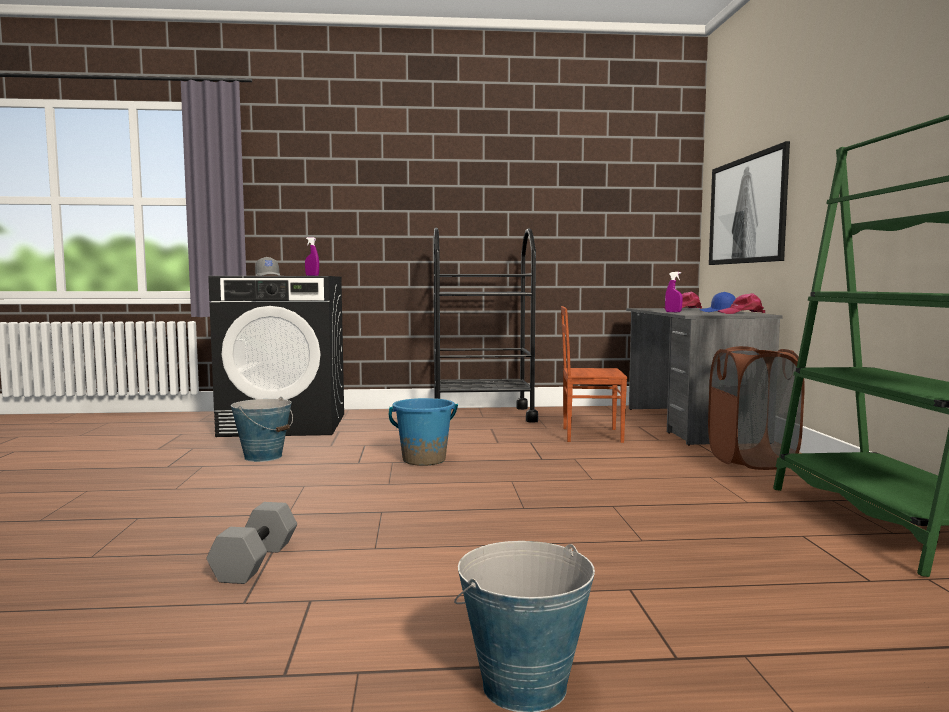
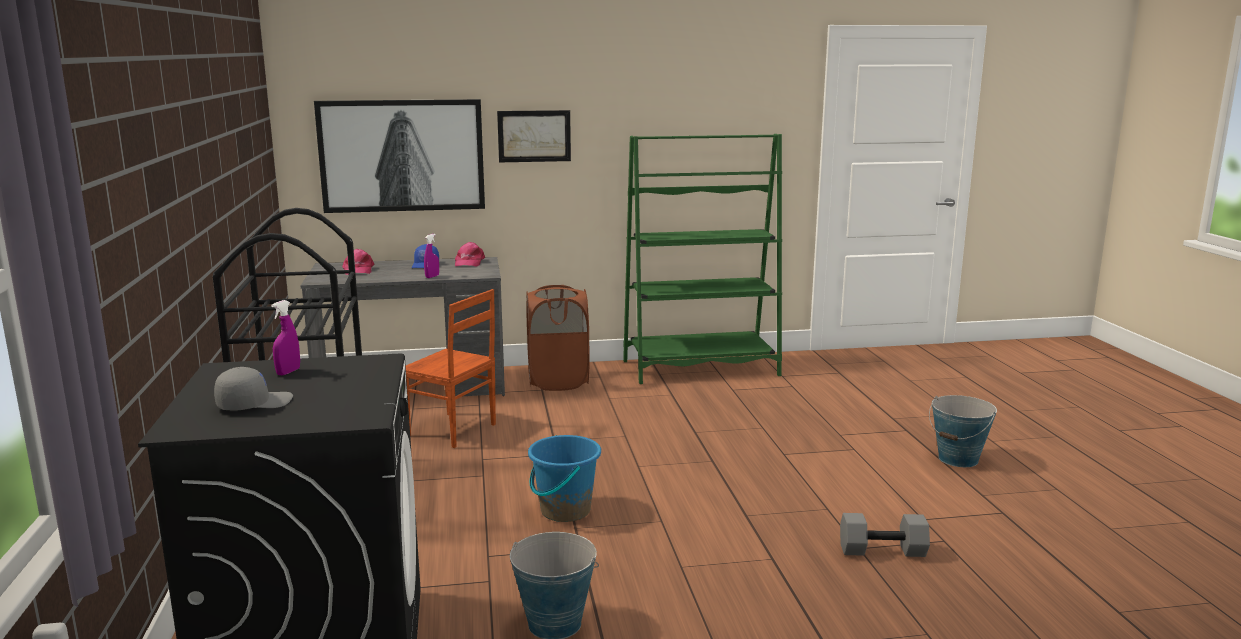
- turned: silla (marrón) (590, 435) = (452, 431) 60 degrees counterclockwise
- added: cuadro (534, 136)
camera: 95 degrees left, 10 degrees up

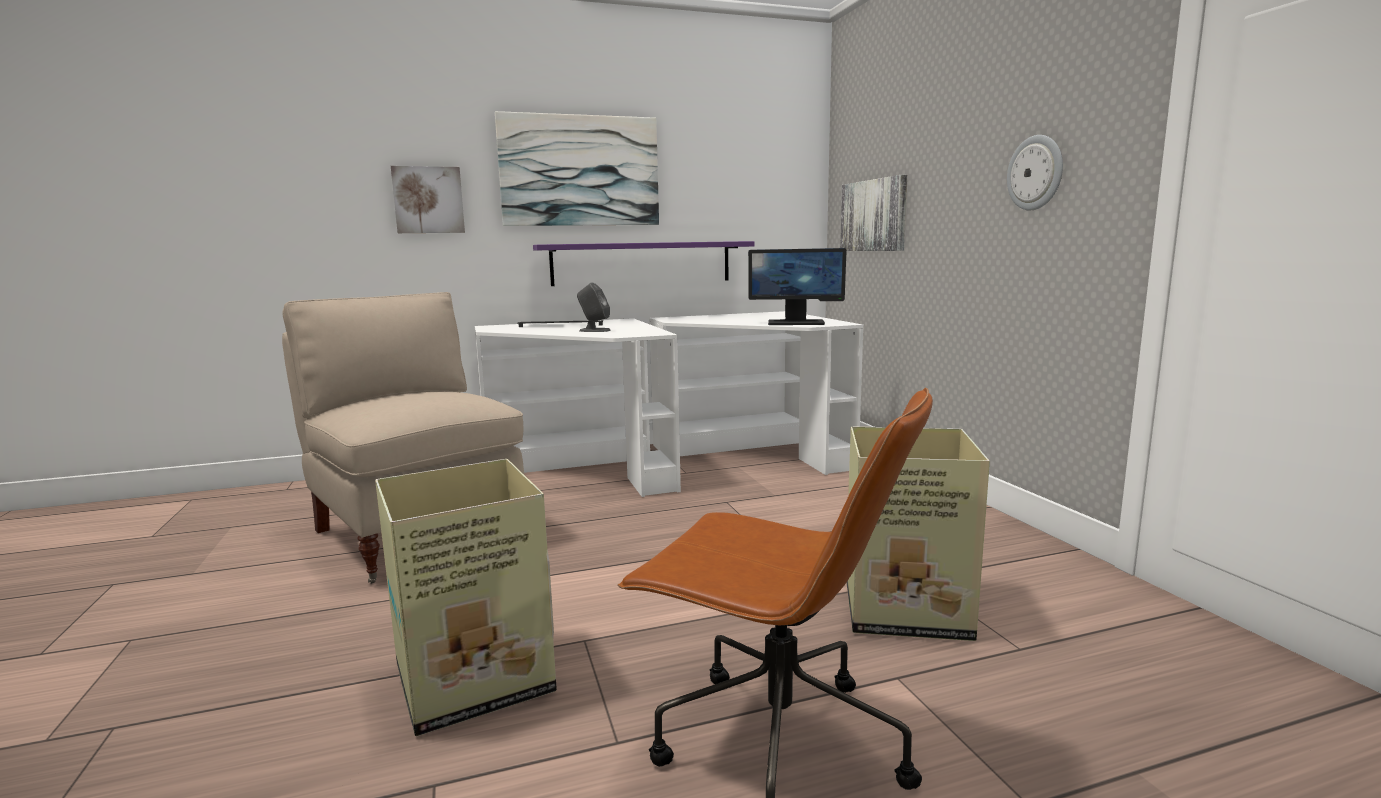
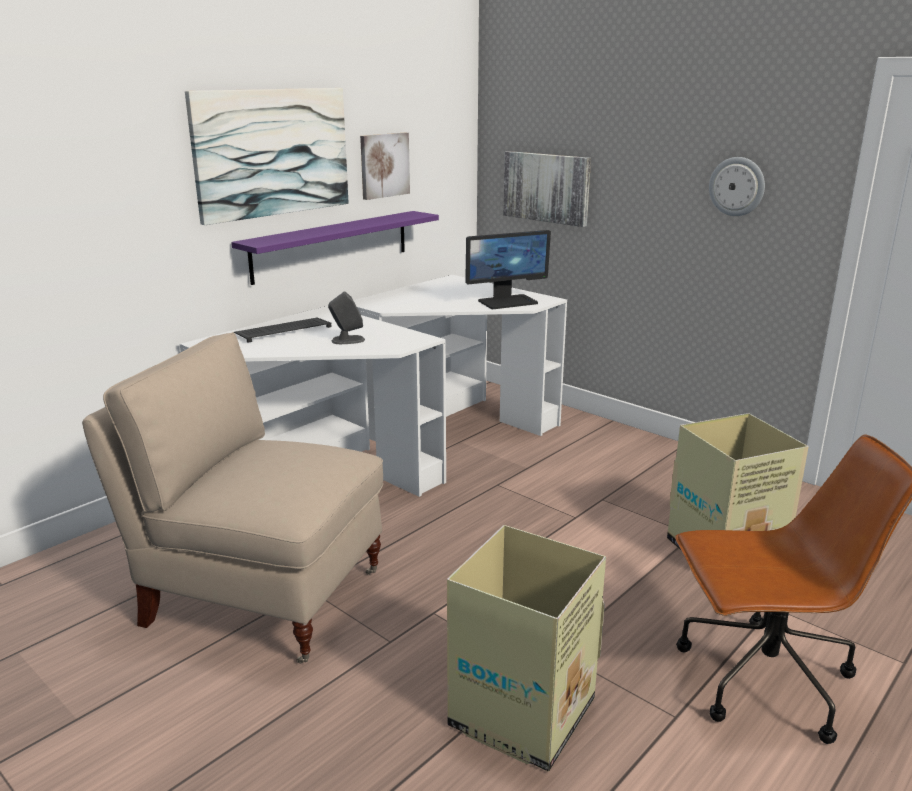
- moved: cuadro (428, 200) to (384, 165)
camera: 30 degrees left, 10 degrees up

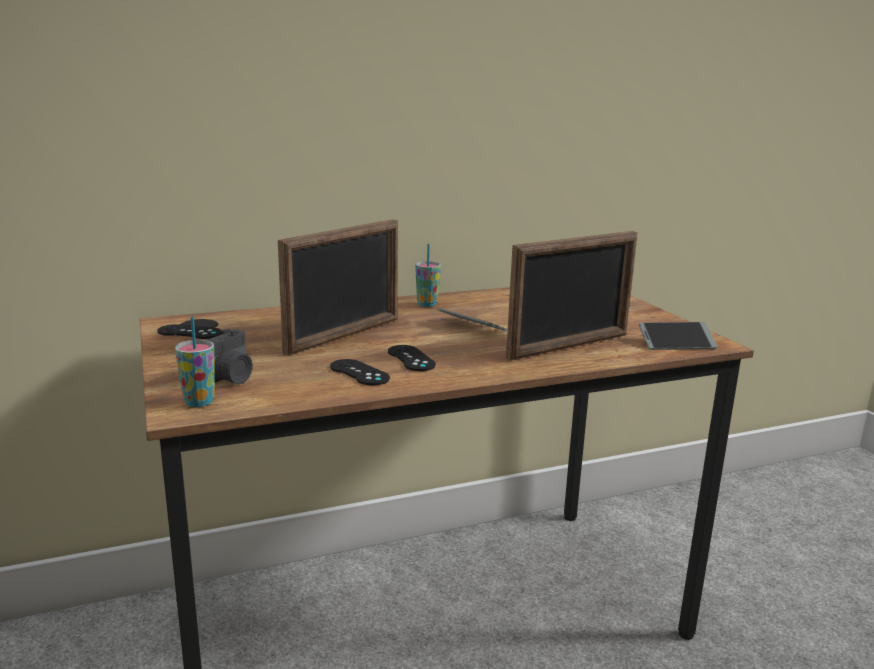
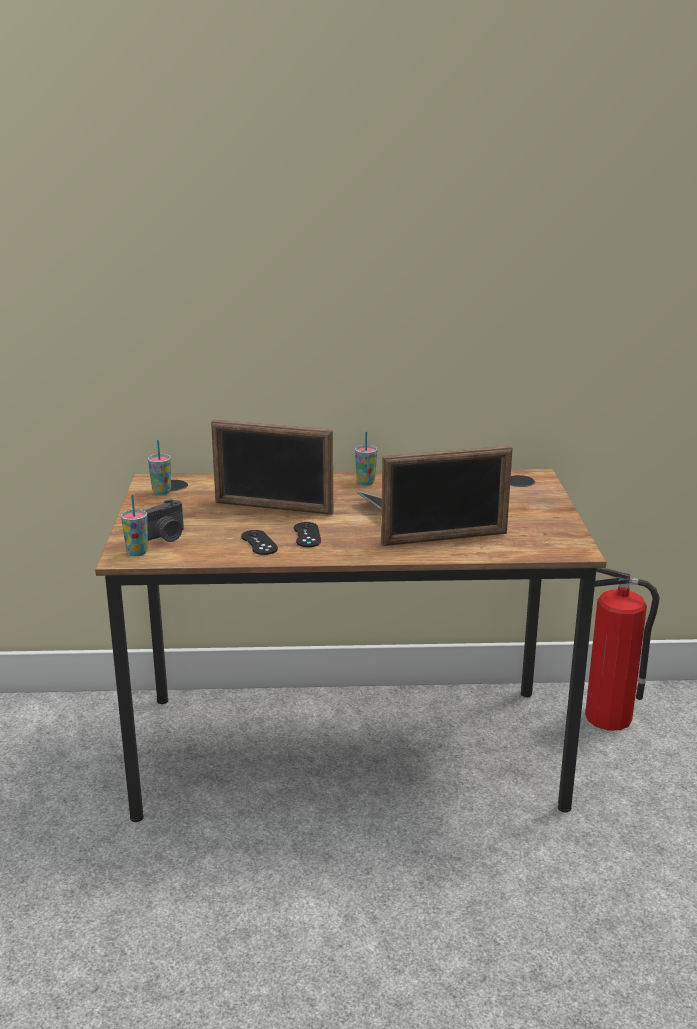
- replaced: mando de consola (negro) (190, 332) to taza (161, 492)
- turned: portarretratos (344, 336) = (273, 508) 45 degrees clockwise
- removed: móvil (676, 343)
- added: extintor (609, 717)
camera: 20 degrees right, 5 degrees up

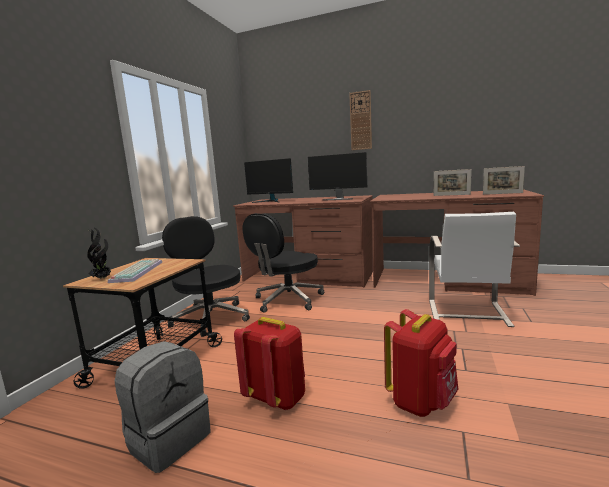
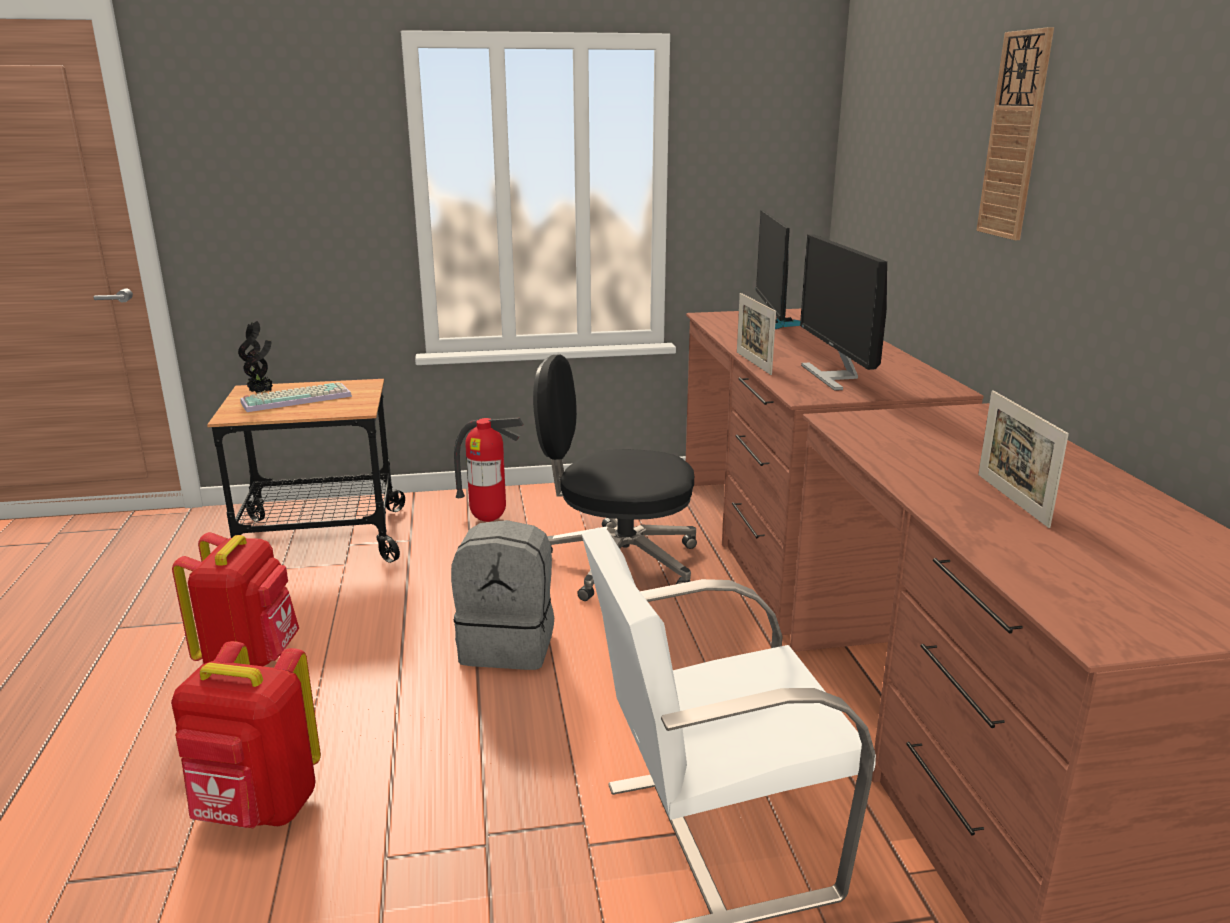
- moved: mochila (gris) (168, 439) to (509, 645)
- replaced: silla de oficina (negro) (210, 318) to extintor (489, 519)
- moved: portarretratos (502, 193) to (753, 363)
camera: 60 degrees right, 10 degrees up

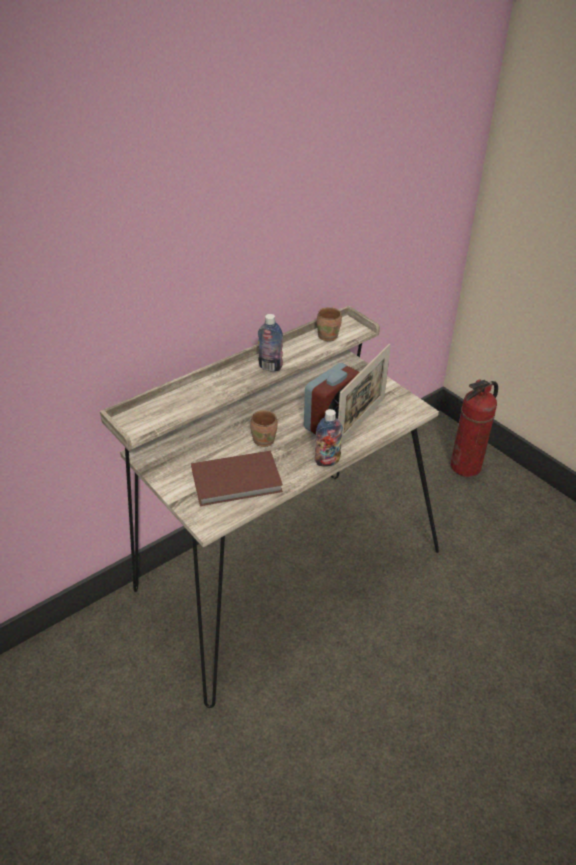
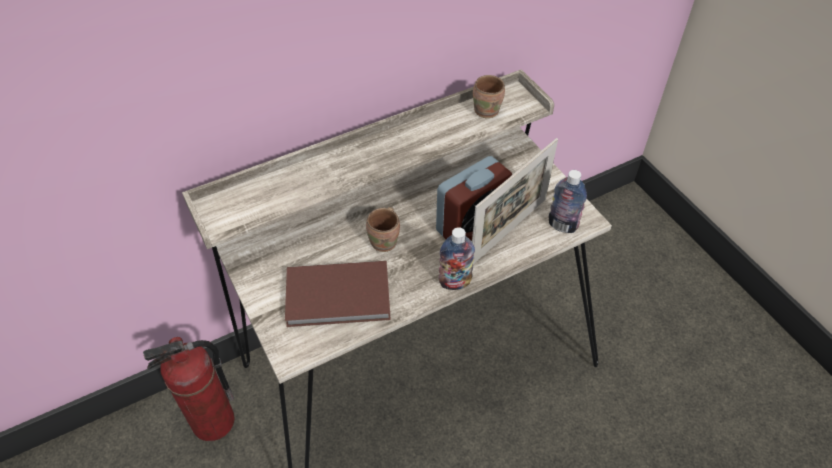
- moved: botella (270, 367) to (562, 225)
- moved: extintor (466, 467) to (213, 422)
camera: 10 degrees right, 10 degrees up

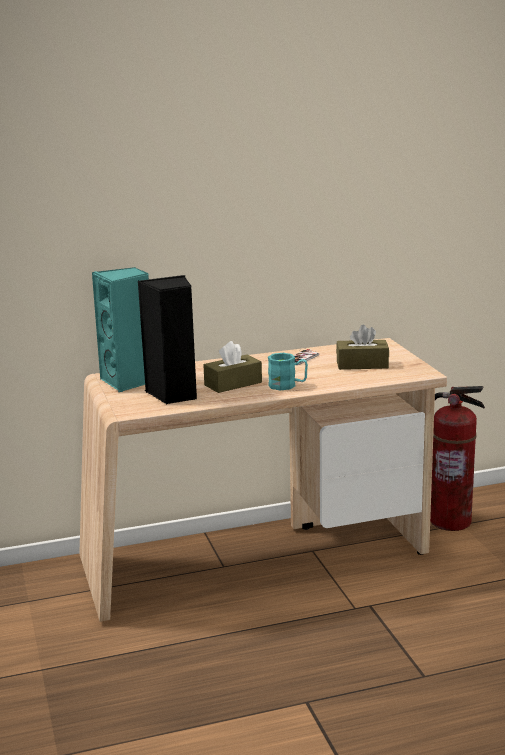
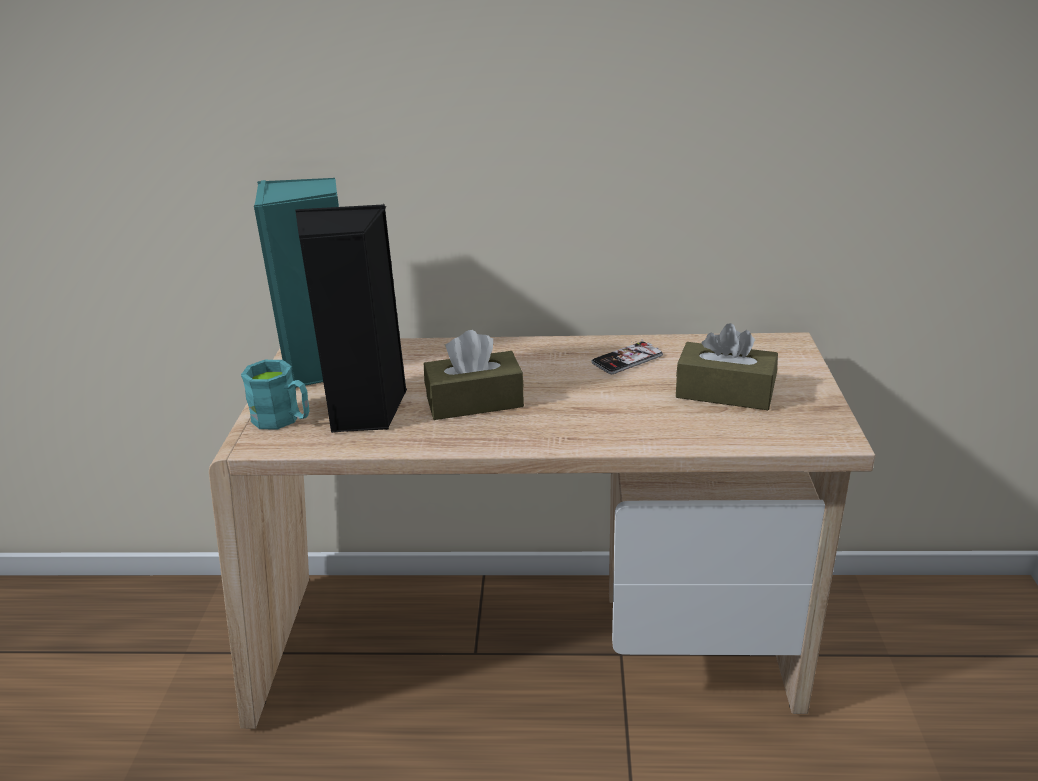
- moved: taza grande (turquesa) (288, 385) to (284, 419)
- removed: extintor (450, 521)
camera: 20 degrees right, 10 degrees up

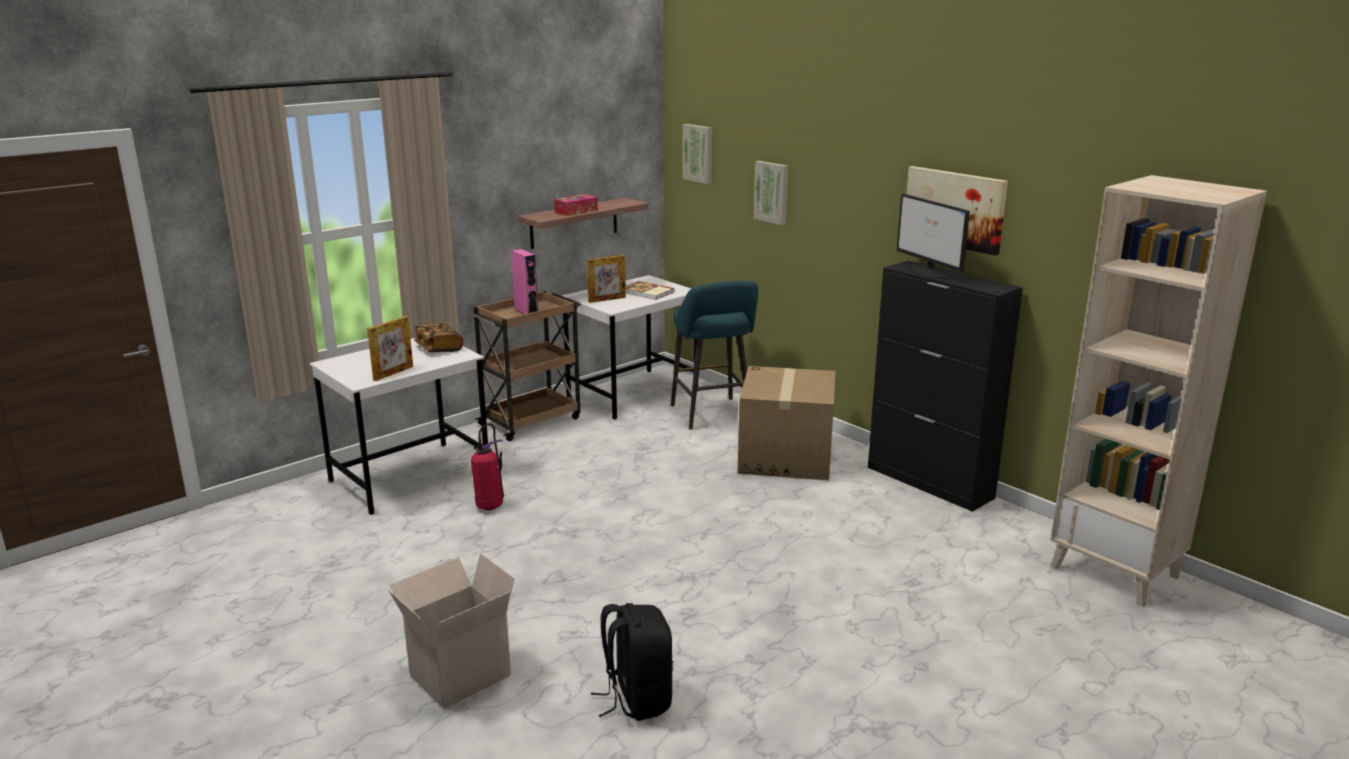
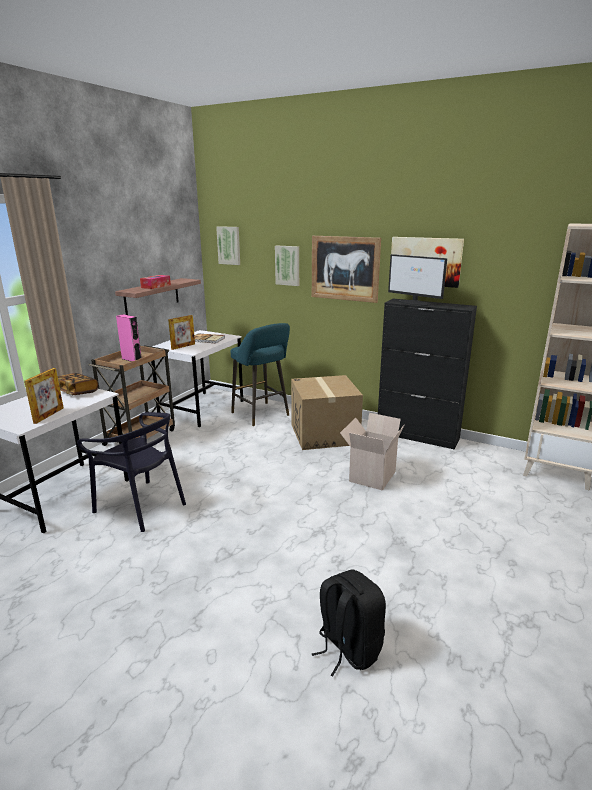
- moved: caja de cartón (460, 674) to (371, 475)
- replaced: extintor (490, 506) to silla (negro) (141, 506)
- added: cuadro (345, 268)
camera: 20 degrees left, 0 degrees up

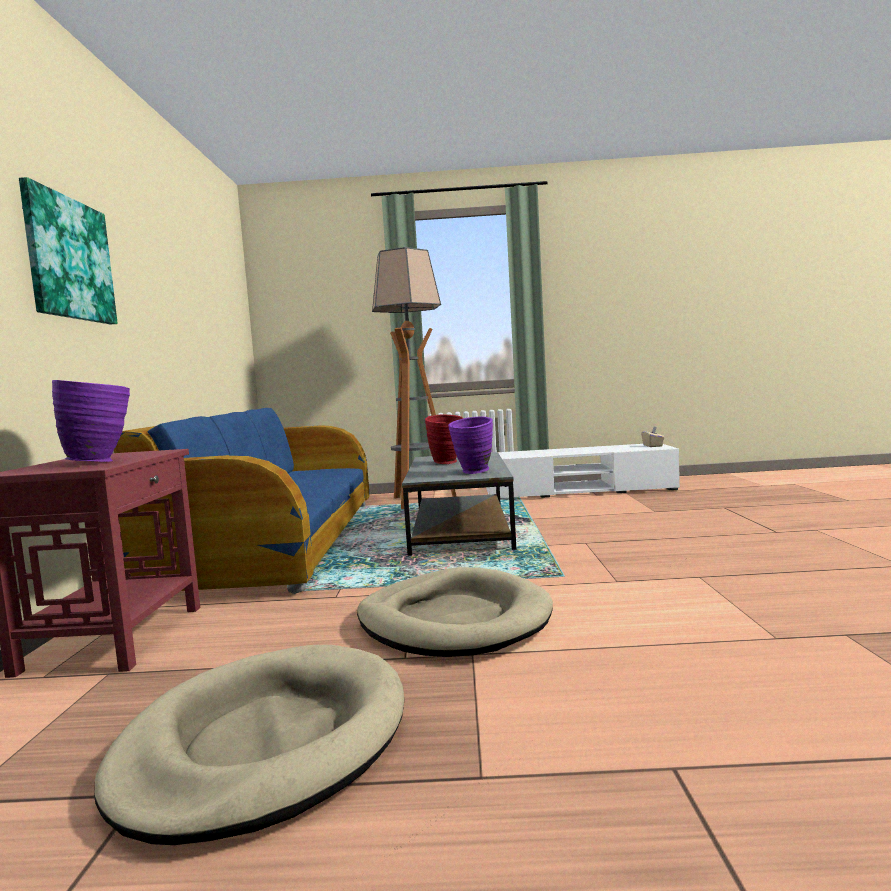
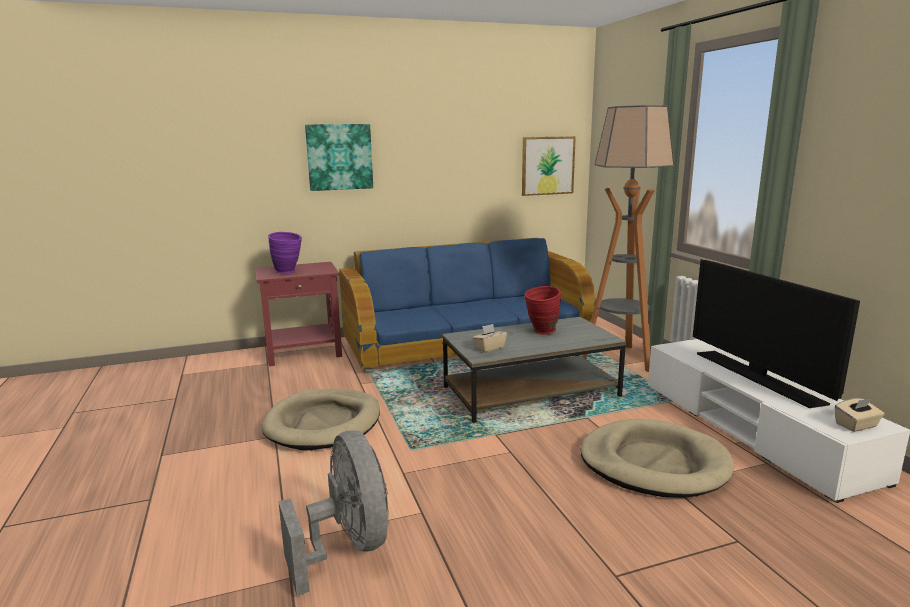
- moved: cama para perro (beis) (265, 743) to (653, 463)
- replaced: florero (morado) (473, 472) to caja de pañuelos (beis) (489, 348)
- added: ventilador (gris) (348, 546)
- added: cuadro (547, 165)
- added: televisor (758, 377)
camera: 70 degrees right, 10 degrees up

